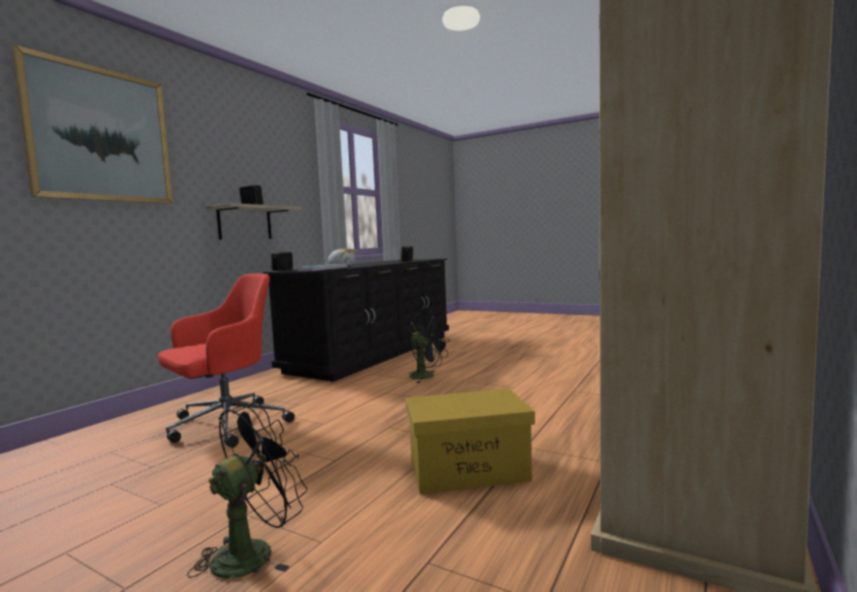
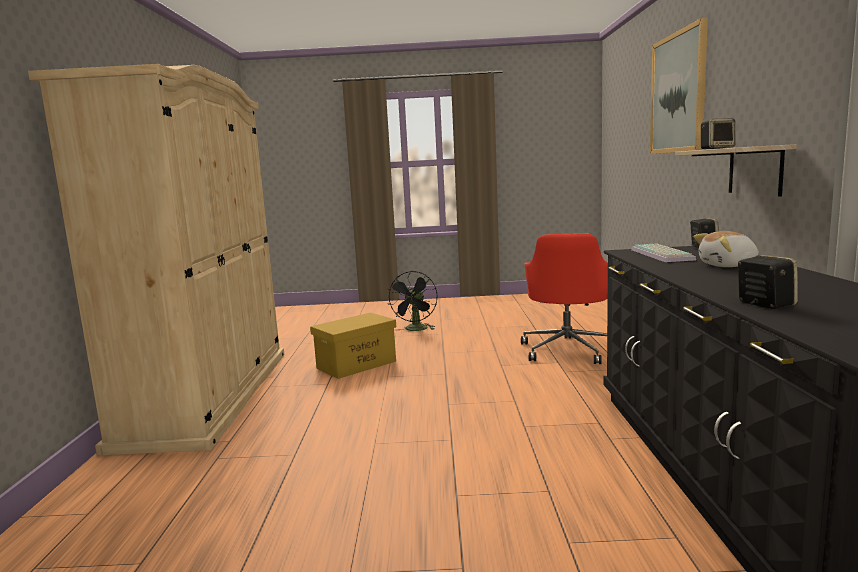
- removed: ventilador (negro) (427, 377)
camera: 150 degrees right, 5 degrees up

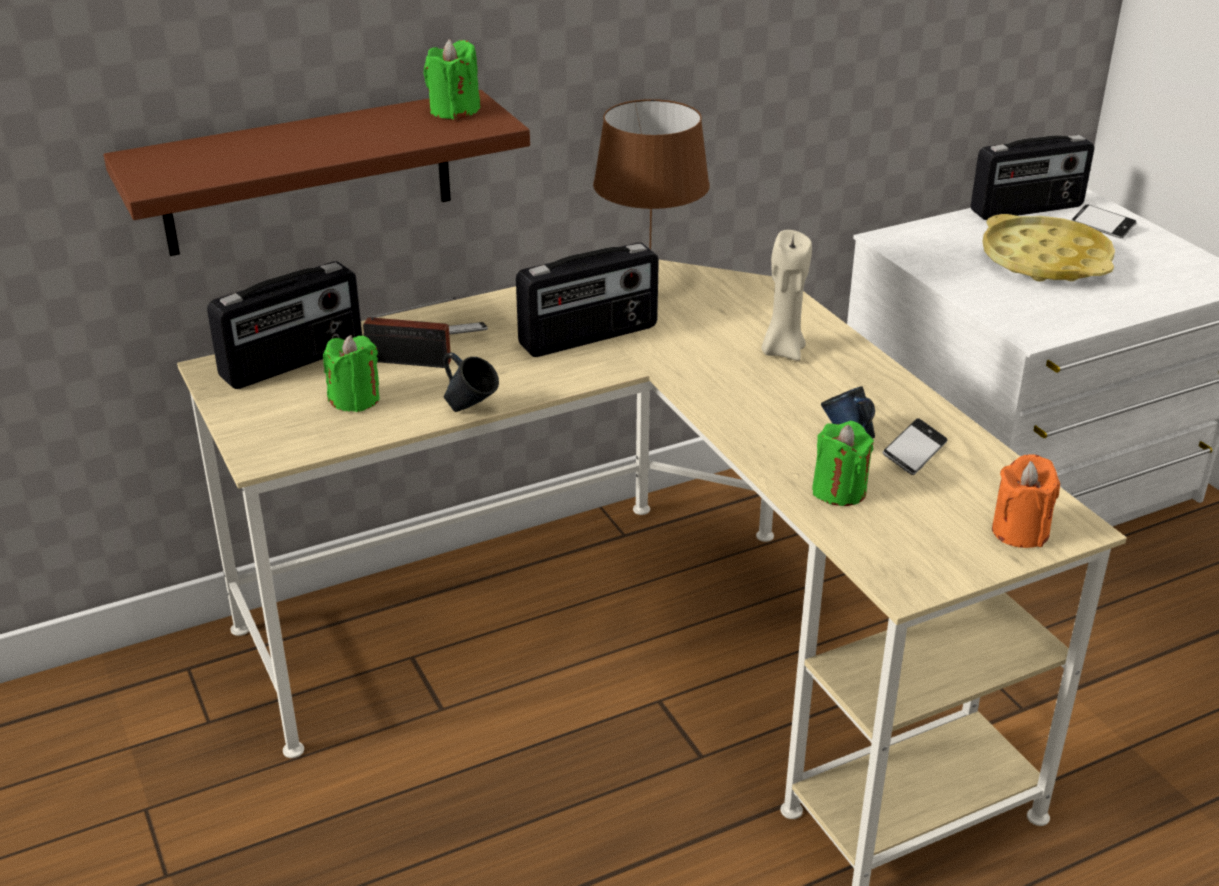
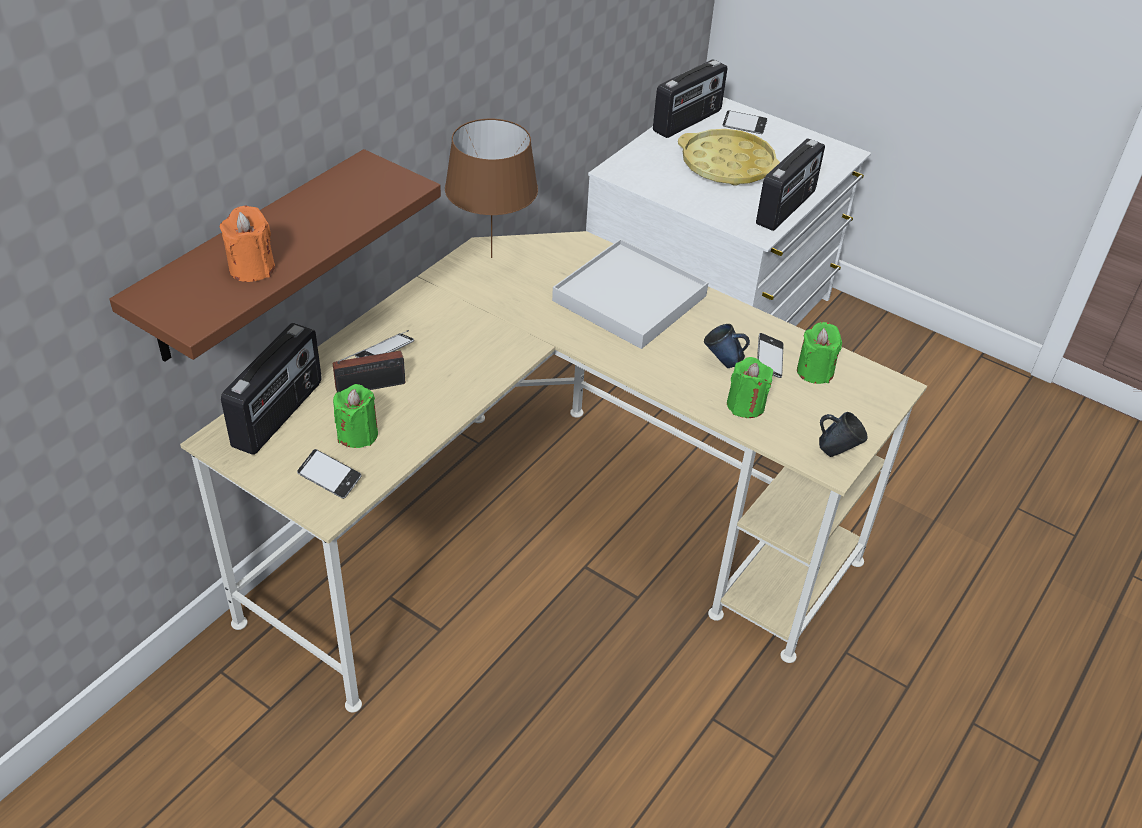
- moved: vela (verde) (454, 111) to (815, 371)
- moved: taza grande (azul) (470, 410) to (837, 451)
- moved: radio (589, 337) to (787, 208)
- replaced: vela (beis) (782, 351) to bandeja (blanco) (629, 298)
- moved: vela (naranja) (1020, 531) to (252, 268)
- added: móvil (329, 477)
camera: 30 degrees left, 10 degrees up

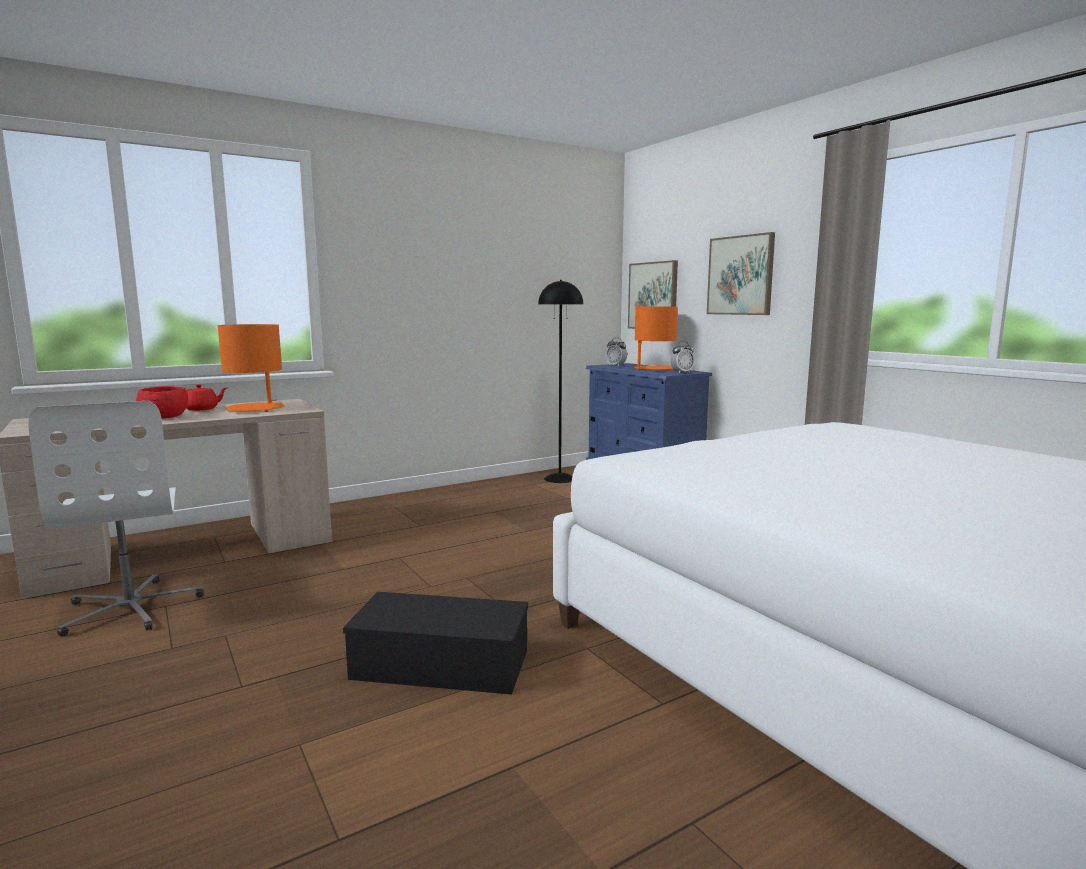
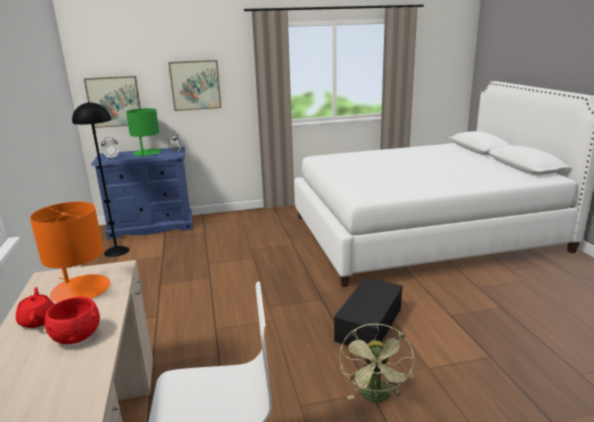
- recoloured: lámpara de mesa (naranja) (654, 369) to lámpara de mesa (verde) (147, 153)
- added: ventilador (verde) (376, 397)
camera: 70 degrees left, 10 degrees up

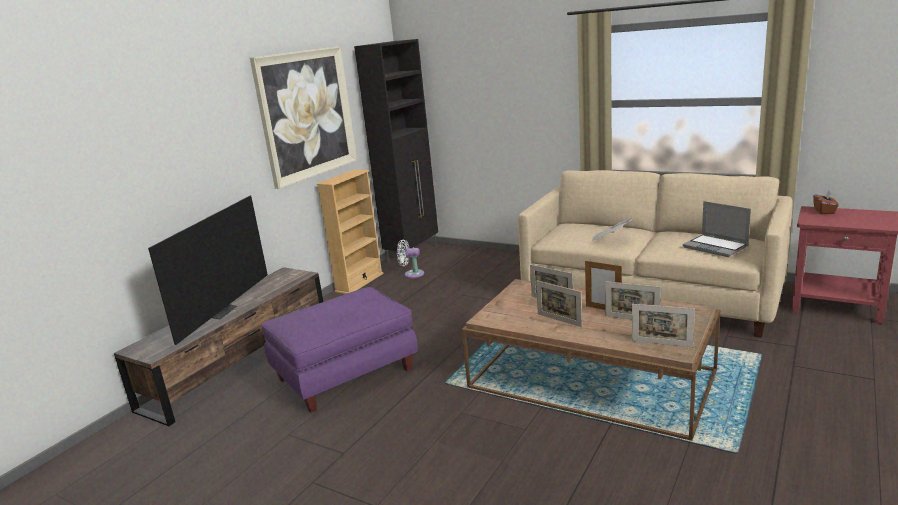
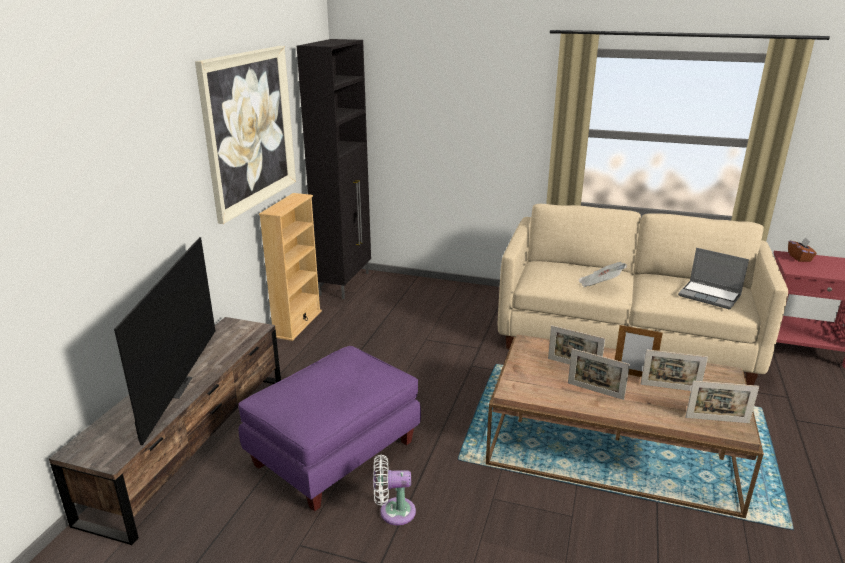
- moved: ventilador (blanco) (412, 274) to (393, 511)
camera: 15 degrees left, 5 degrees up

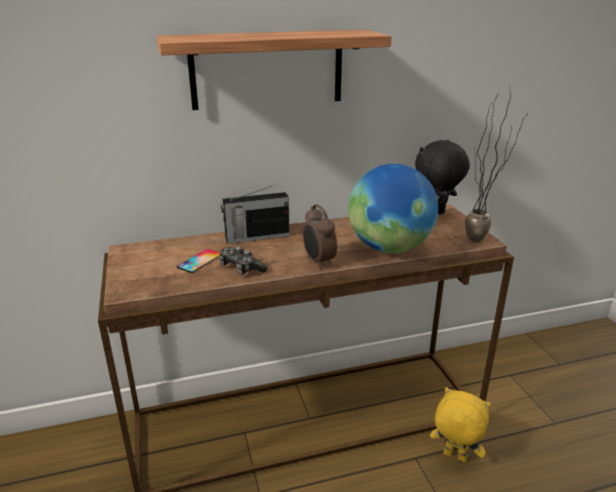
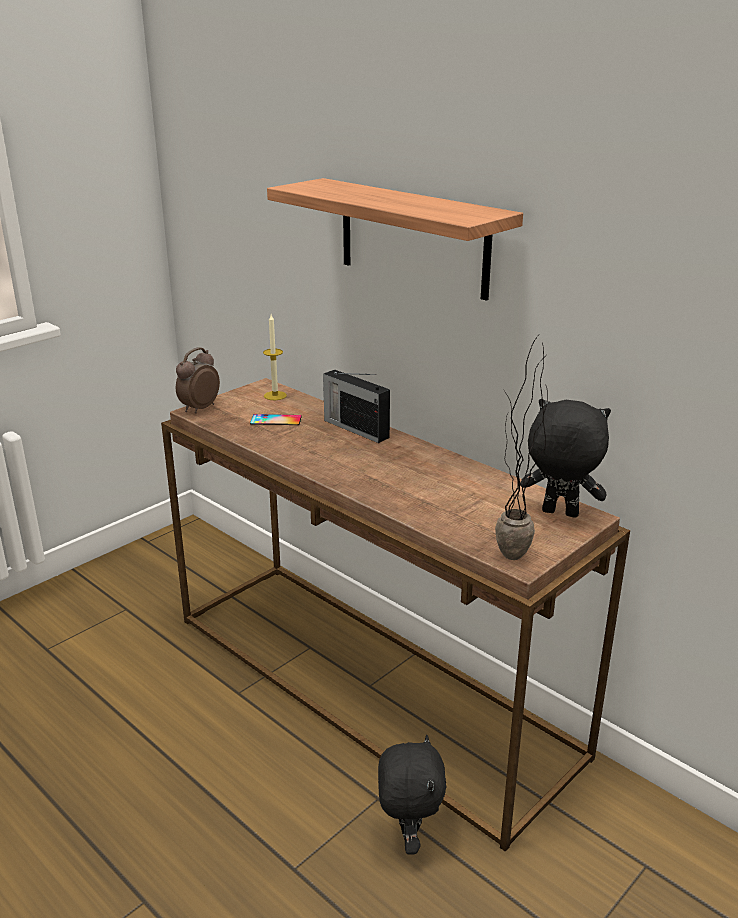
- removed: mando de consola (241, 268)
- moved: despertador (318, 262) to (199, 408)
- removed: globo terráqueo (388, 248)
- recoloured: peluche (amarillo) (454, 457) to peluche (negro) (408, 837)
- added: vela (275, 395)
camera: 60 degrees right, 0 degrees up

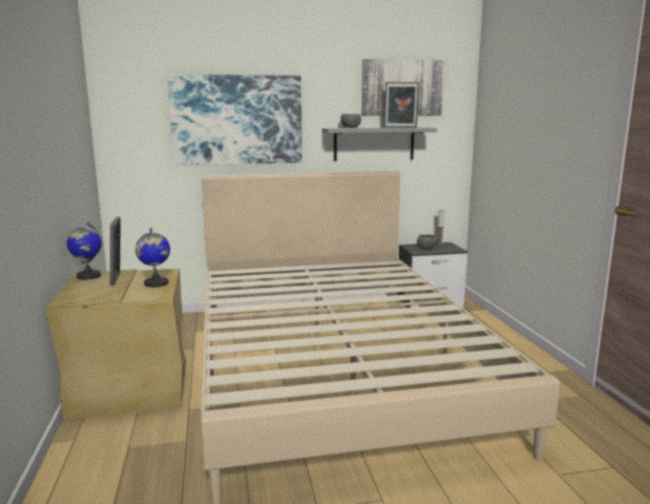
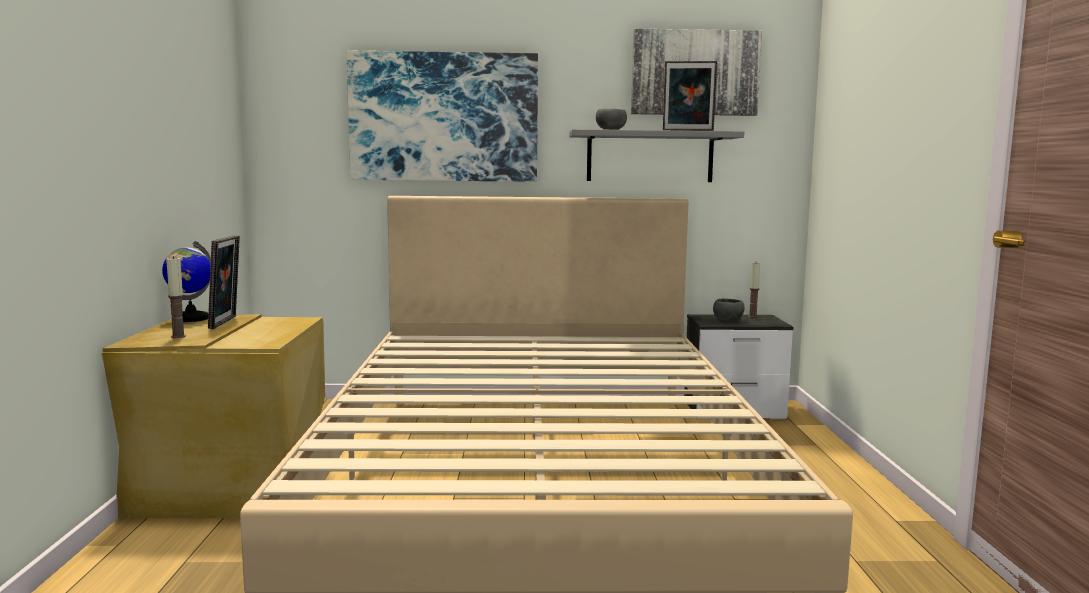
- removed: globo terráqueo (156, 283)
- added: vela (178, 336)
camera: 10 degrees right, 5 degrees down

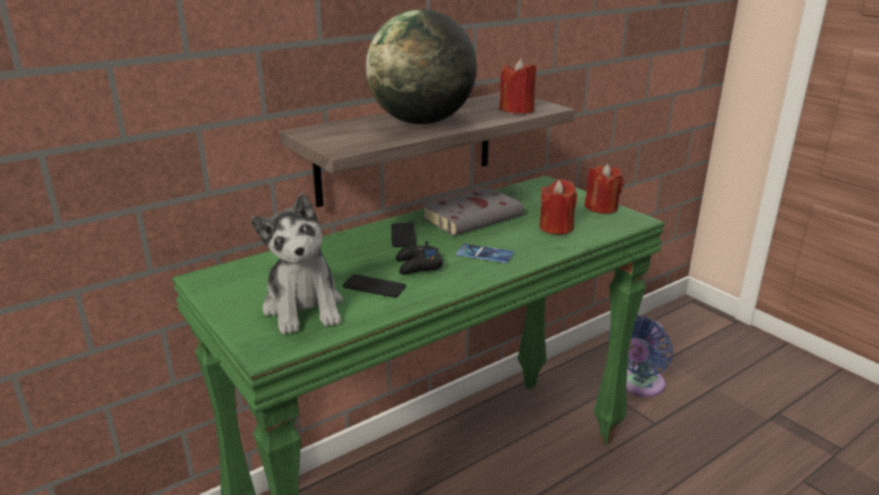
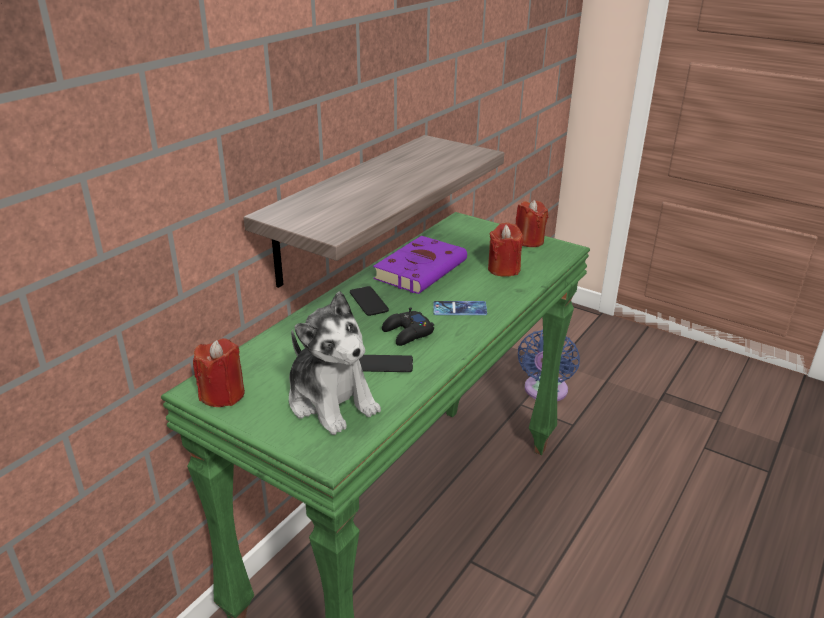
- removed: globo terráqueo (422, 122)
- recoloured: libro (gris) (474, 217) to libro (morado) (422, 269)
- moved: vela (rojo) (517, 110) to (222, 394)
camera: 20 degrees left, 5 degrees up

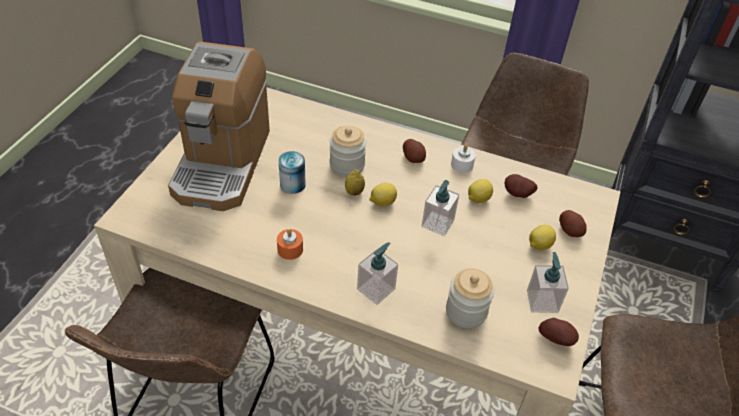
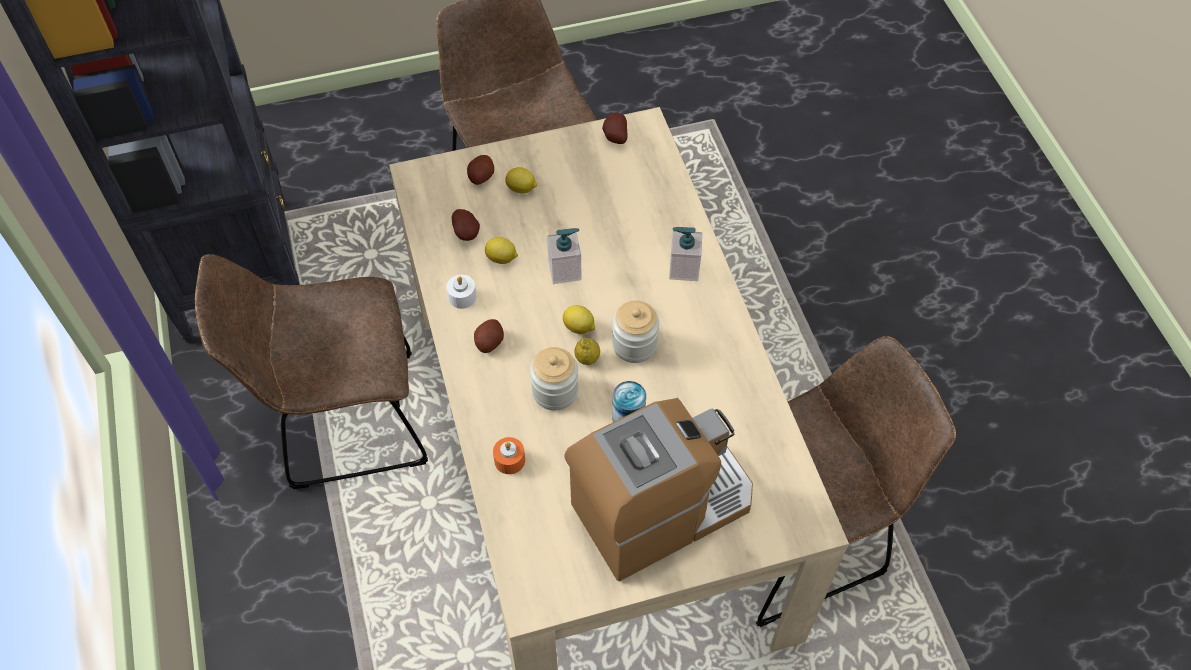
- moved: vela (naranja) (290, 249) to (509, 460)
- moved: tarro (466, 311) to (634, 345)
- removed: dispensador de jabón (542, 301)
camera: 125 degrees left, 10 degrees up

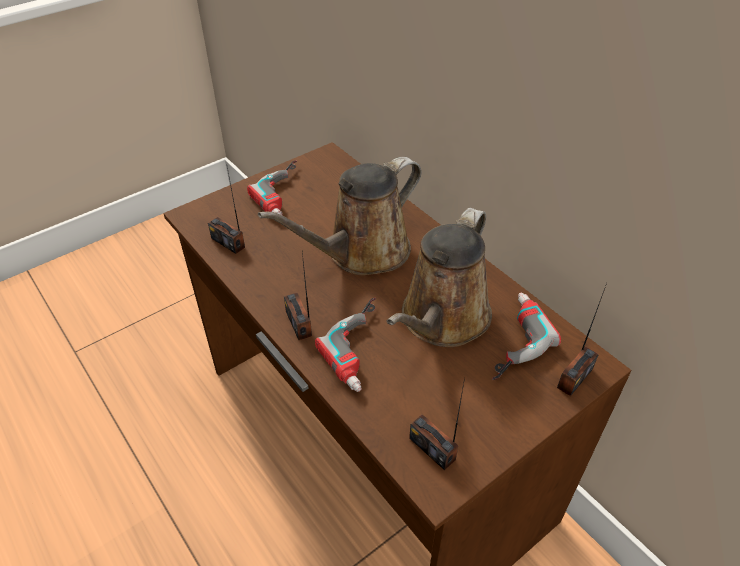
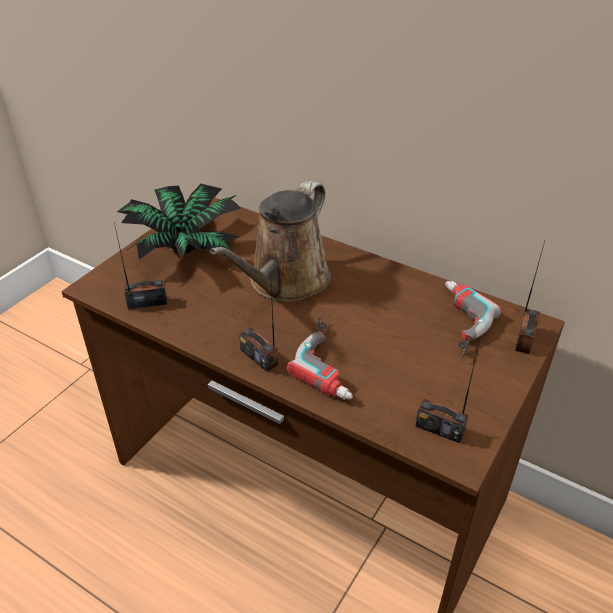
- turned: radio (228, 242) = (147, 303) 150 degrees clockwise
- replaced: taladro (287, 194) to planta en maceta (183, 247)
- removed: regadera (marrón) (442, 320)
camera: 20 degrees left, 5 degrees down

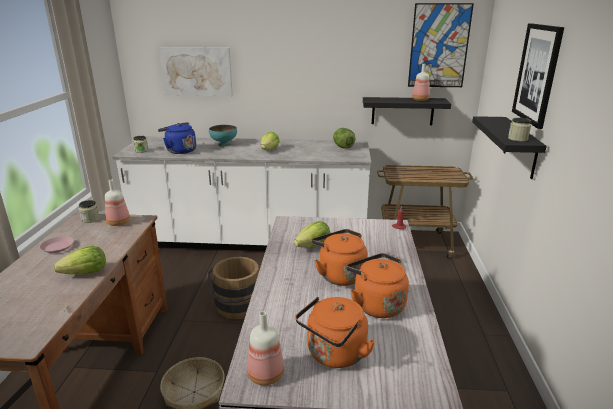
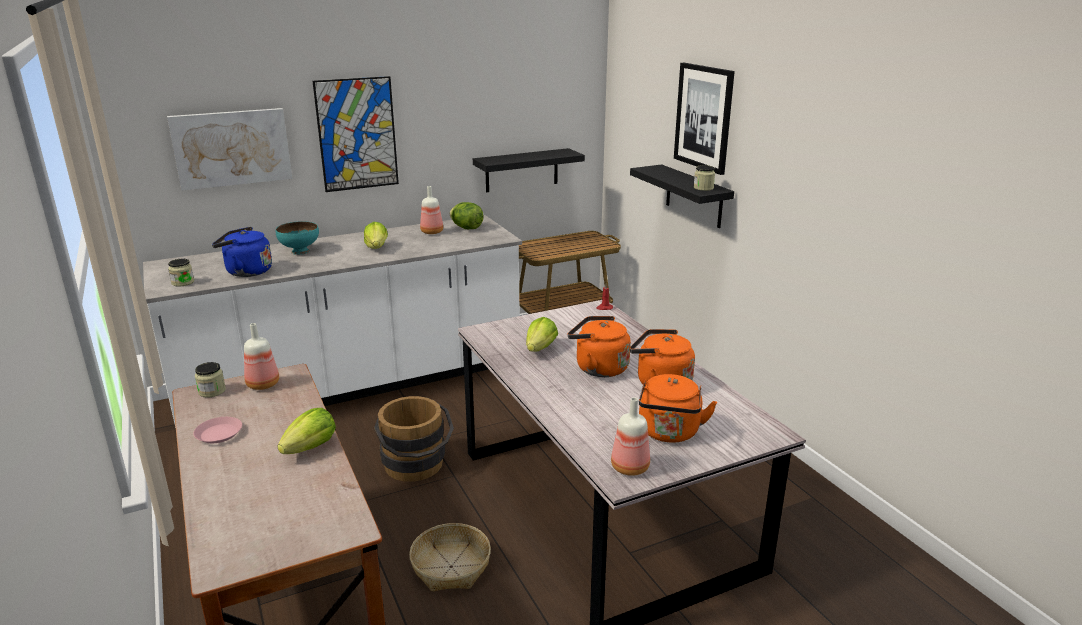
- moved: cuadro (439, 46) to (357, 134)
- moved: botella (420, 99) to (432, 232)
camera: 30 degrees left, 0 degrees up

